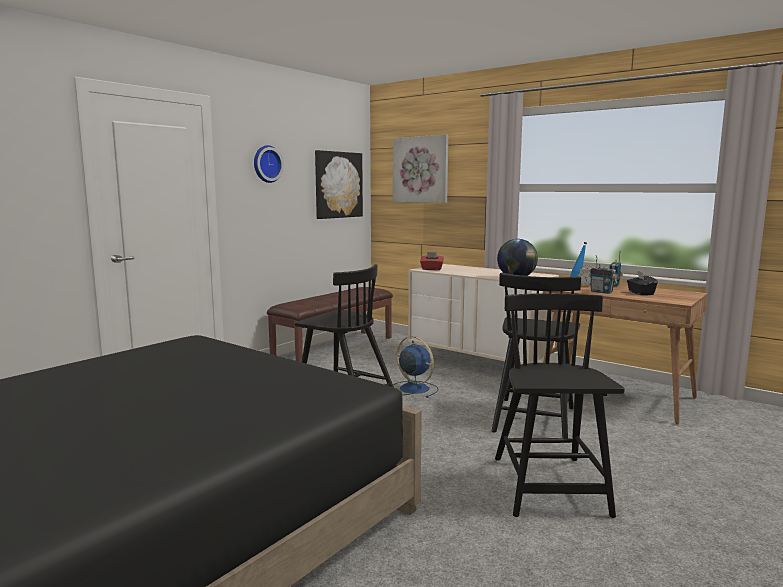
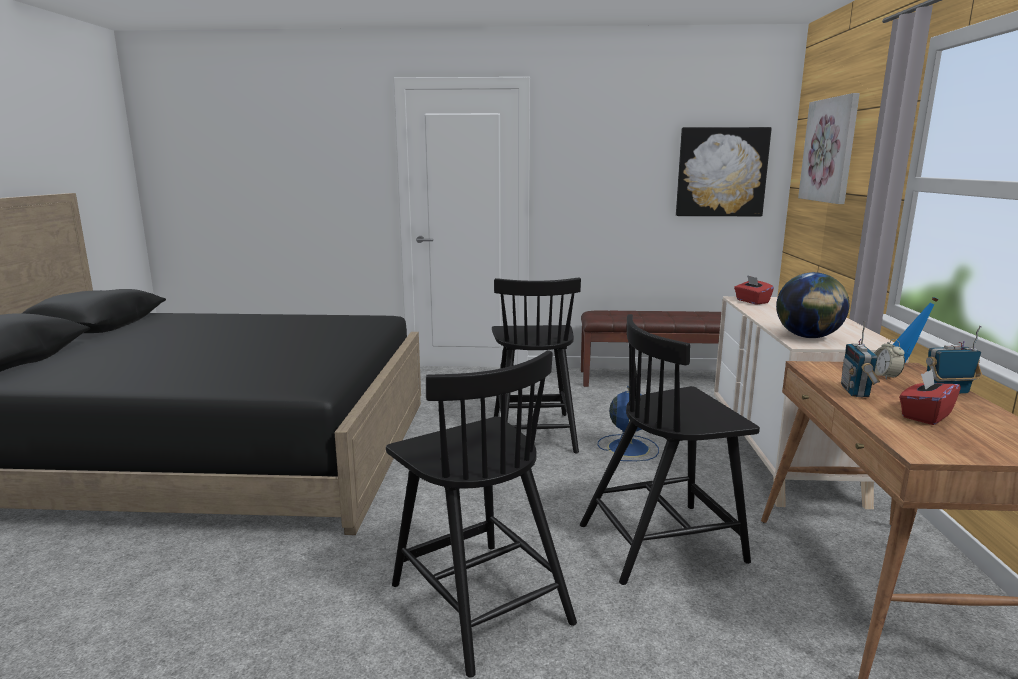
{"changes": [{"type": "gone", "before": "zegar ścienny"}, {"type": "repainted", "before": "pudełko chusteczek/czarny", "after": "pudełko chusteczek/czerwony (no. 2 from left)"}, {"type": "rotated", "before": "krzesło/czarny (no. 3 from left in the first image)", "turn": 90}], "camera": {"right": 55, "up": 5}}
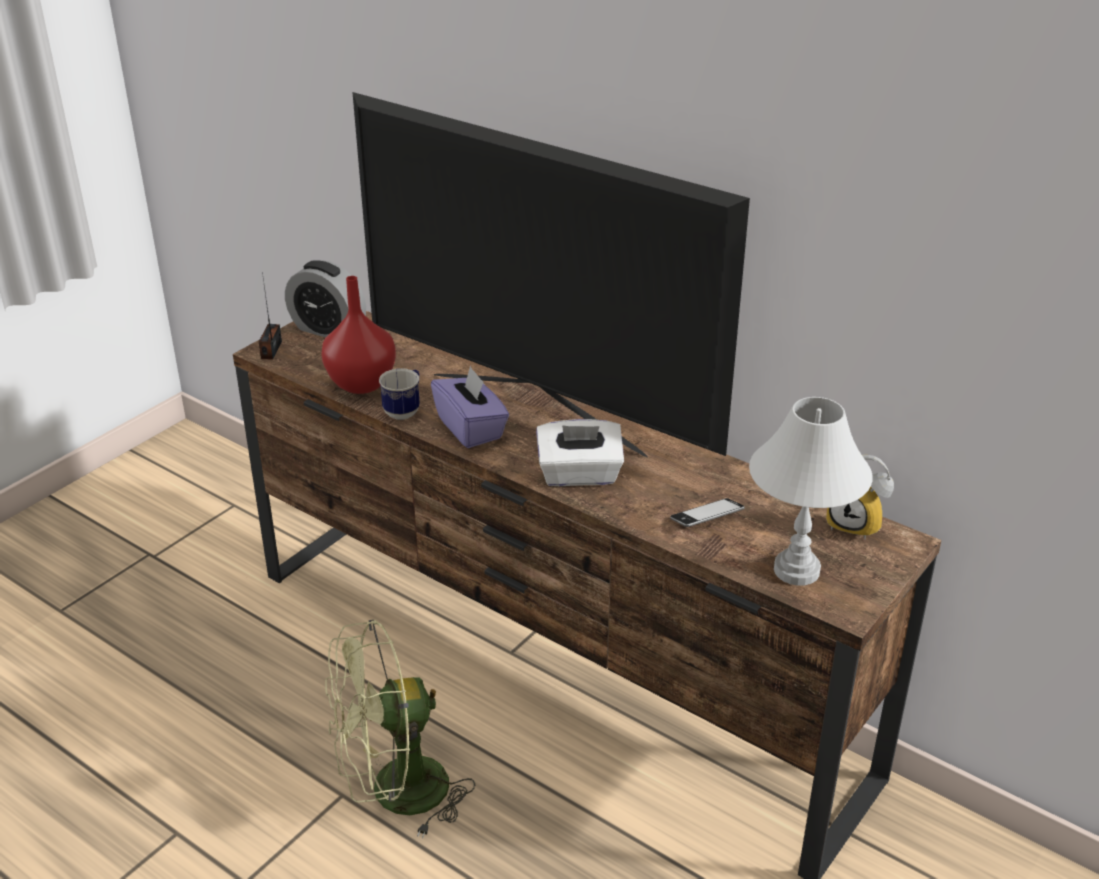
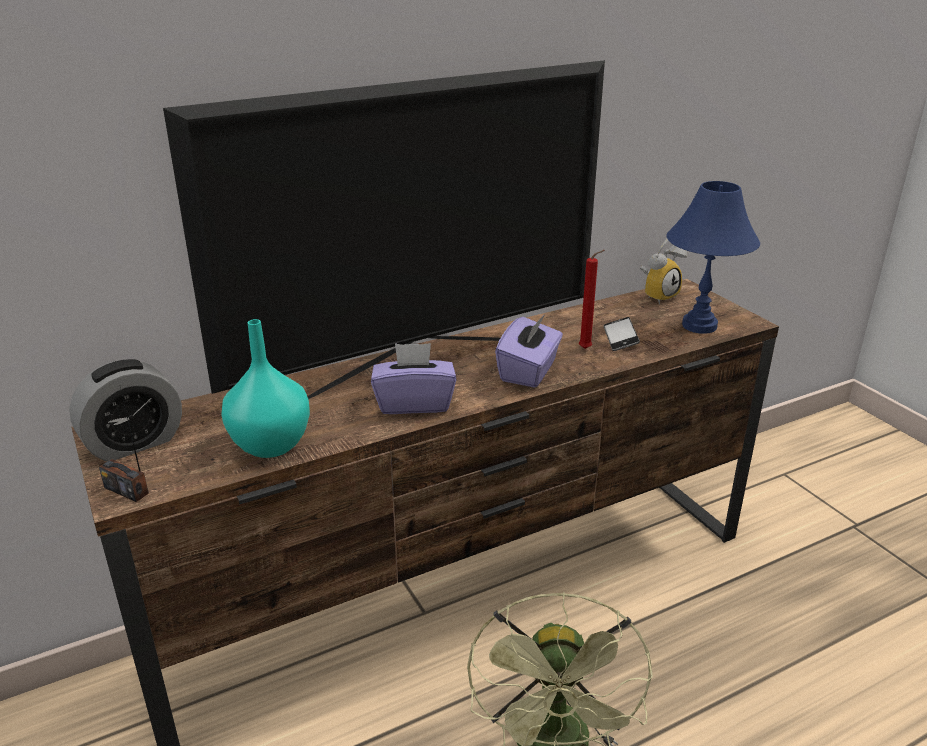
{"changes": [{"type": "repainted", "before": "wazon/czerwony", "after": "wazon/turkusowy"}, {"type": "gone", "before": "kubek"}, {"type": "repainted", "before": "lampa stołowa/biały", "after": "lampa stołowa/niebieski"}, {"type": "repainted", "before": "pudełko chusteczek/biały", "after": "pudełko chusteczek/fioletowy (no. 2 from left)"}, {"type": "new", "after": "świeca/czerwony"}], "camera": {"right": -65, "up": -5}}
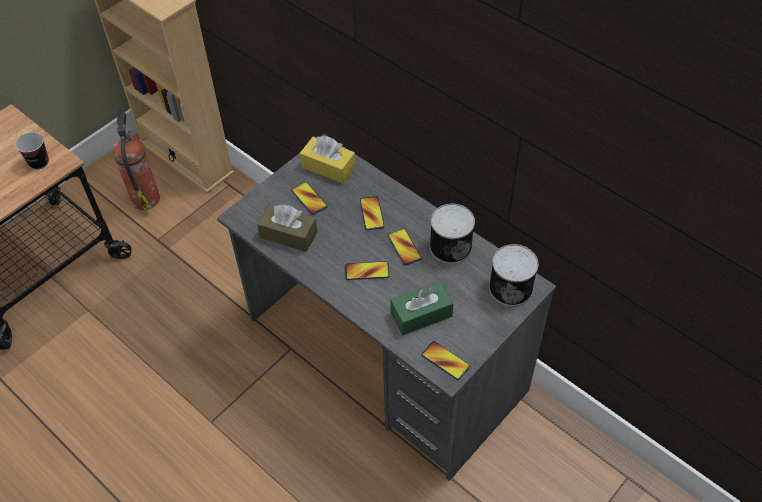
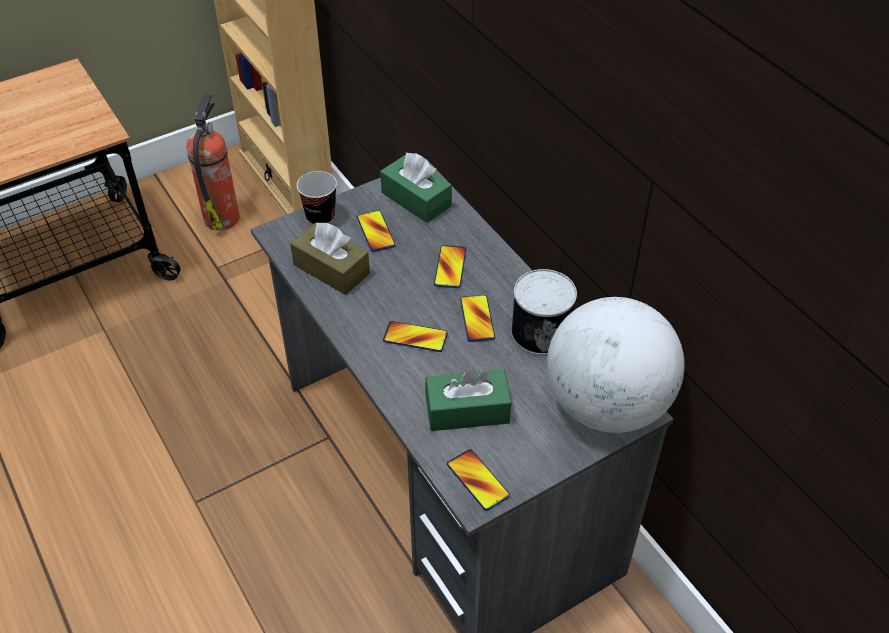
{"changes": [{"type": "shifted", "before": "filiżanka"}, {"type": "repainted", "before": "pudełko chusteczek/żółty", "after": "pudełko chusteczek/zielony (no. 1 from left)"}, {"type": "swapped", "before": "puszka (no. 2 from left)", "after": "globus"}], "camera": {"right": 15, "up": -5}}
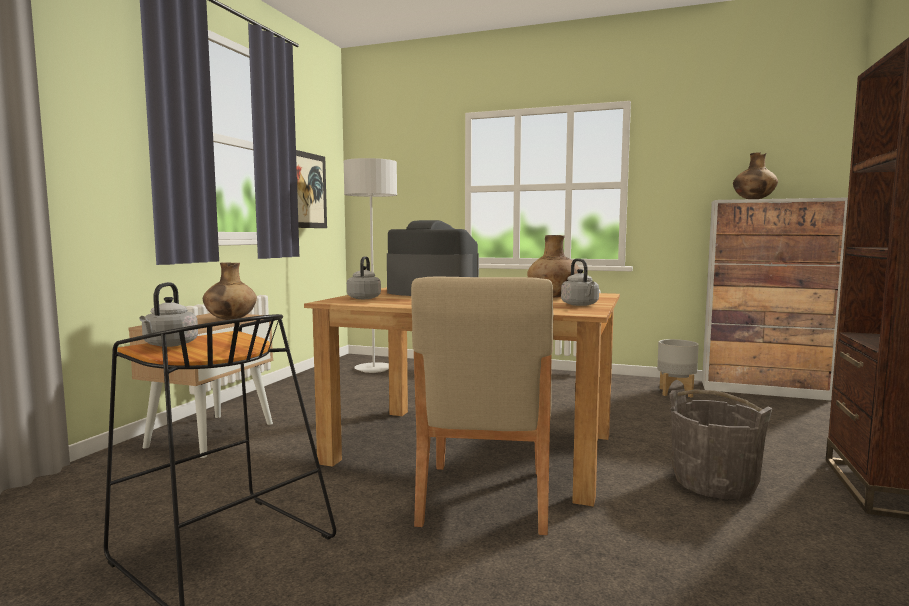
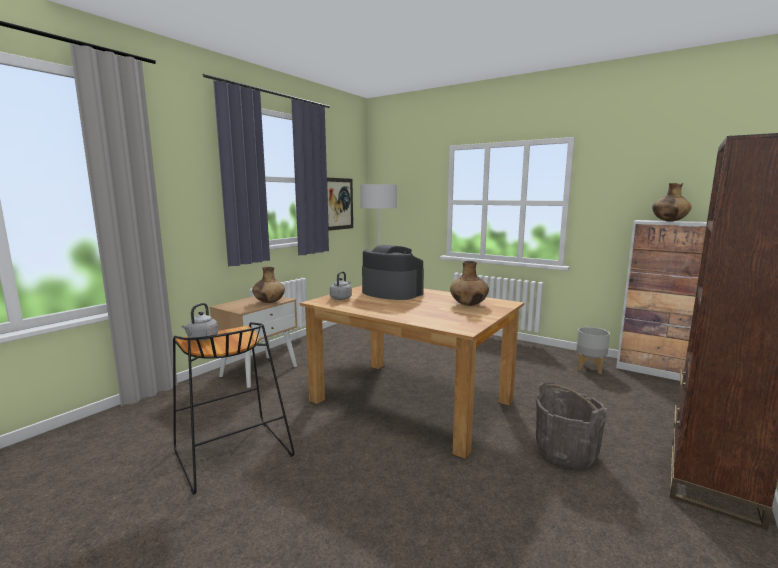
{"changes": [{"type": "gone", "before": "czajnik/szary (no. 3 from left)"}, {"type": "gone", "before": "krzesło/beżowy"}], "camera": {"right": 15, "up": 5}}
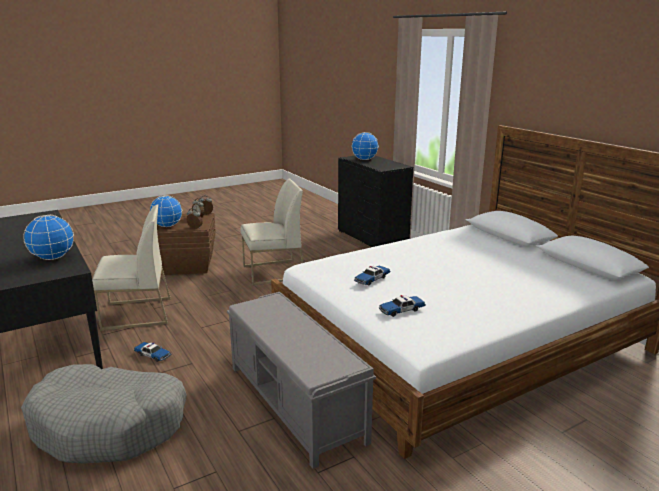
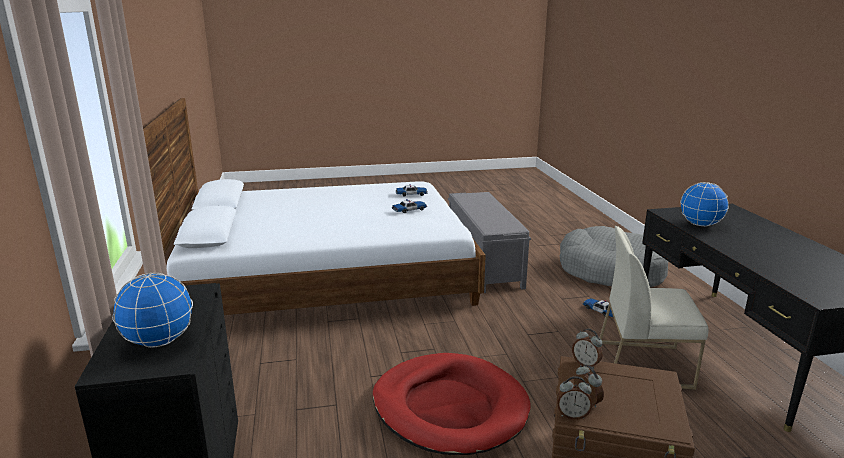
{"changes": [{"type": "swapped", "before": "krzesło/biały (no. 2 from left)", "after": "legowisko/czerwony"}, {"type": "gone", "before": "globus (no. 2 from left)"}], "camera": {"right": -160, "up": 0}}
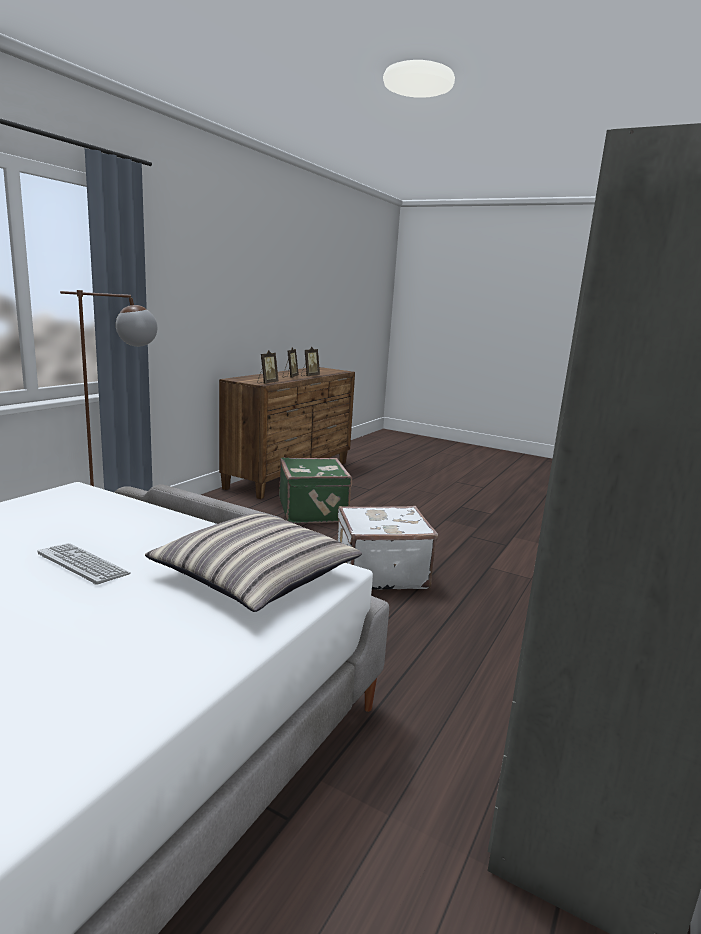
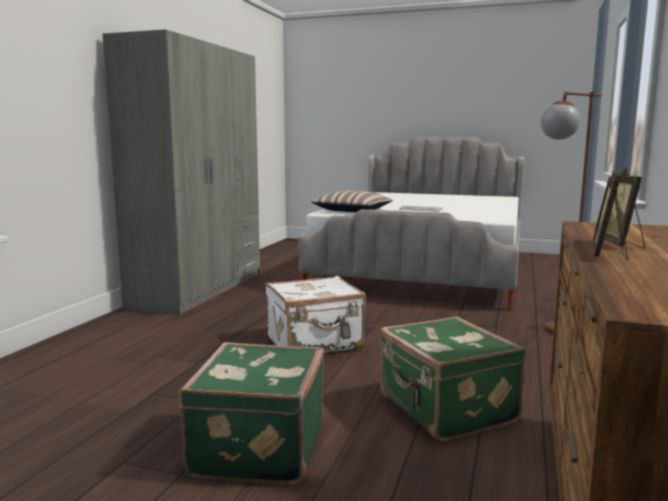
{"changes": [{"type": "gone", "before": "ramka na zdjęcie (no. 1 from left)"}, {"type": "new", "after": "walizka/zielony (no. 1 from left)"}], "camera": {"right": 170, "up": -5}}
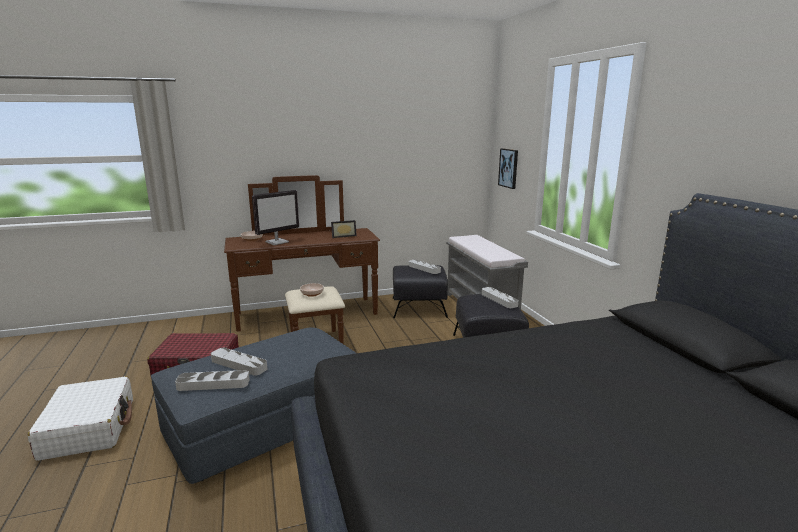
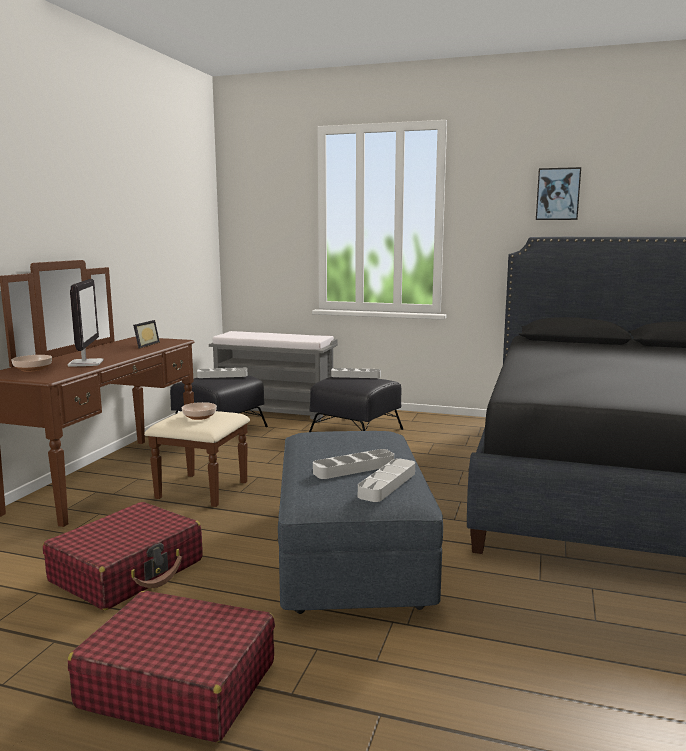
{"changes": [{"type": "shifted", "before": "obraz"}, {"type": "repainted", "before": "walizka/biały", "after": "walizka/czerwony (no. 2 from left)"}], "camera": {"right": -55, "up": -5}}
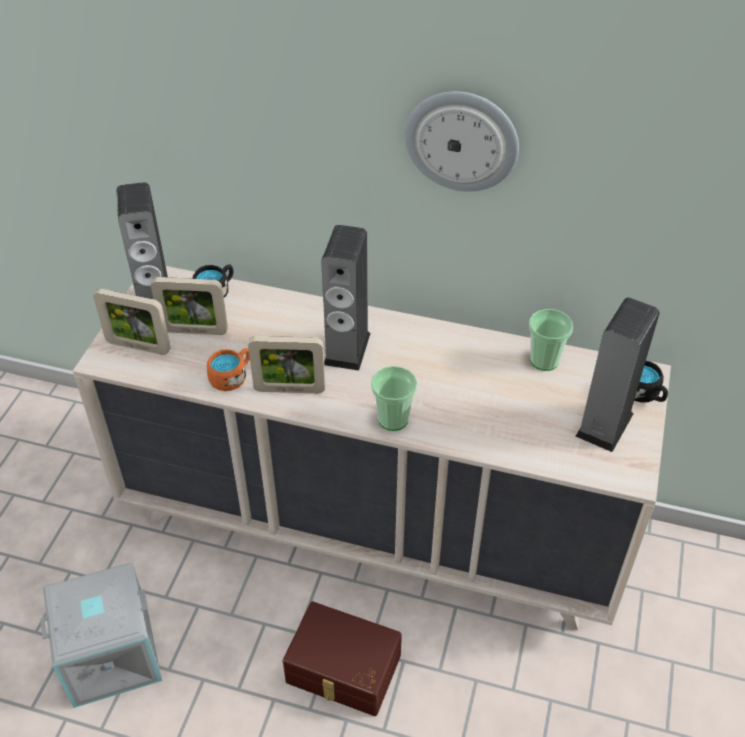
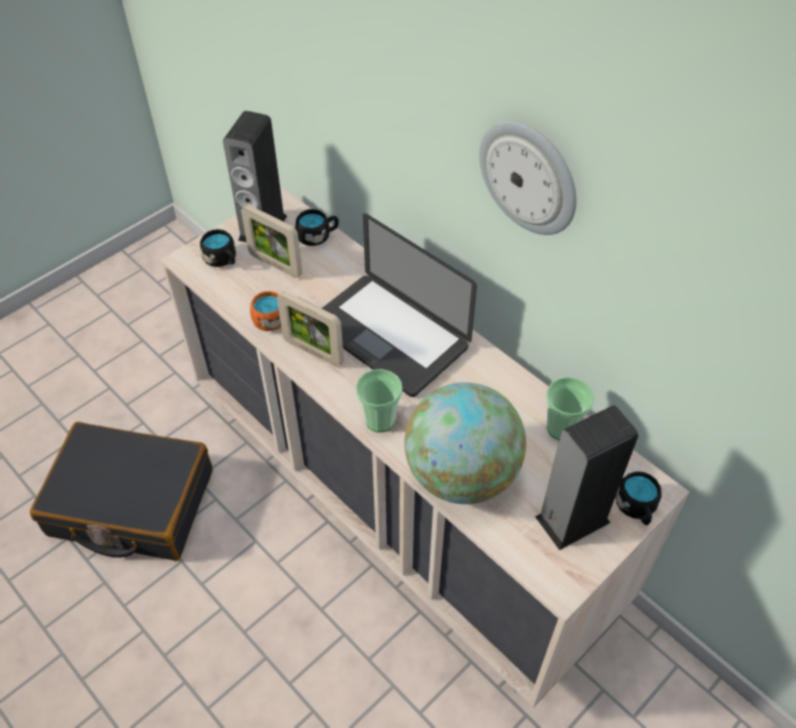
{"changes": [{"type": "swapped", "before": "głośnik (no. 2 from left)", "after": "laptop"}, {"type": "swapped", "before": "ramka na zdjęcie (no. 1 from left)", "after": "kubek/czarny (no. 1 from left)"}, {"type": "swapped", "before": "pojemnik do przechowywania/szary", "after": "walizka/czarny"}, {"type": "gone", "before": "pojemnik do przechowywania/brązowy"}, {"type": "new", "after": "globus"}], "camera": {"right": 30, "up": 5}}
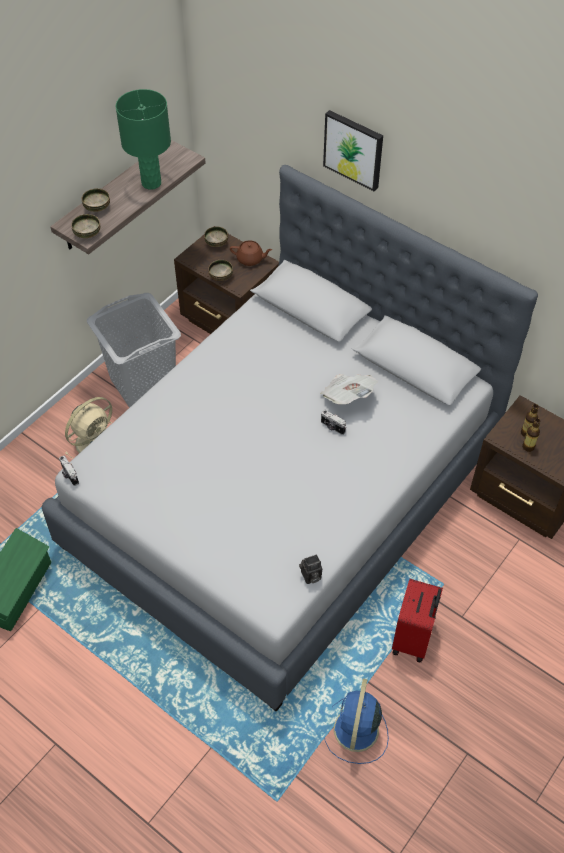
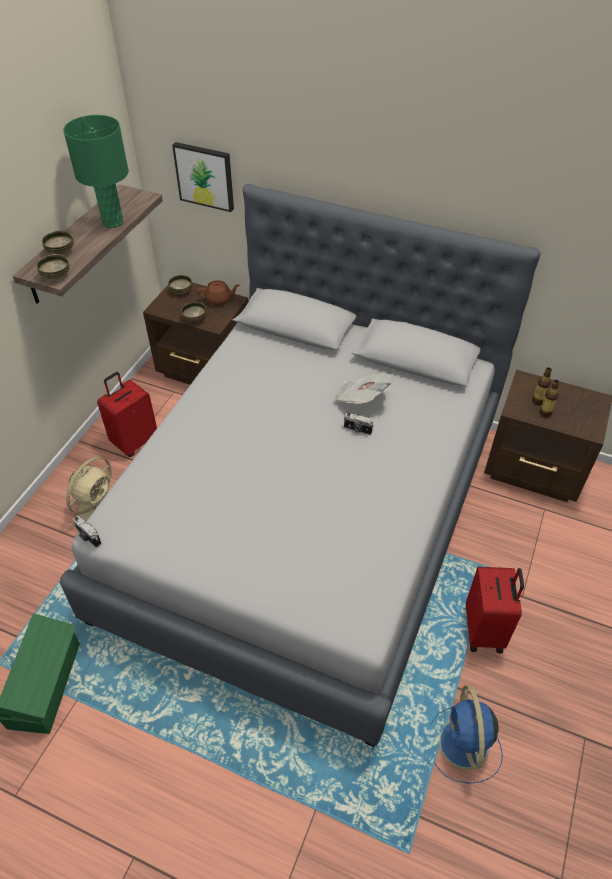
{"changes": [{"type": "shifted", "before": "obraz"}, {"type": "swapped", "before": "kosz na pranie/szary", "after": "walizka/czerwony (no. 1 from left)"}, {"type": "gone", "before": "aparat fotograficzny (no. 2 from left)"}], "camera": {"right": -15, "up": -5}}
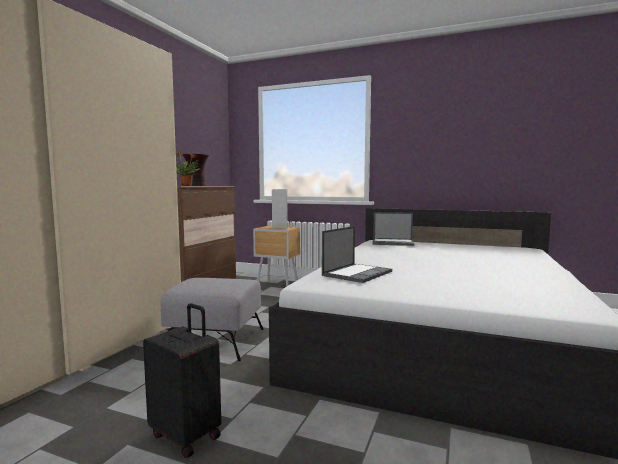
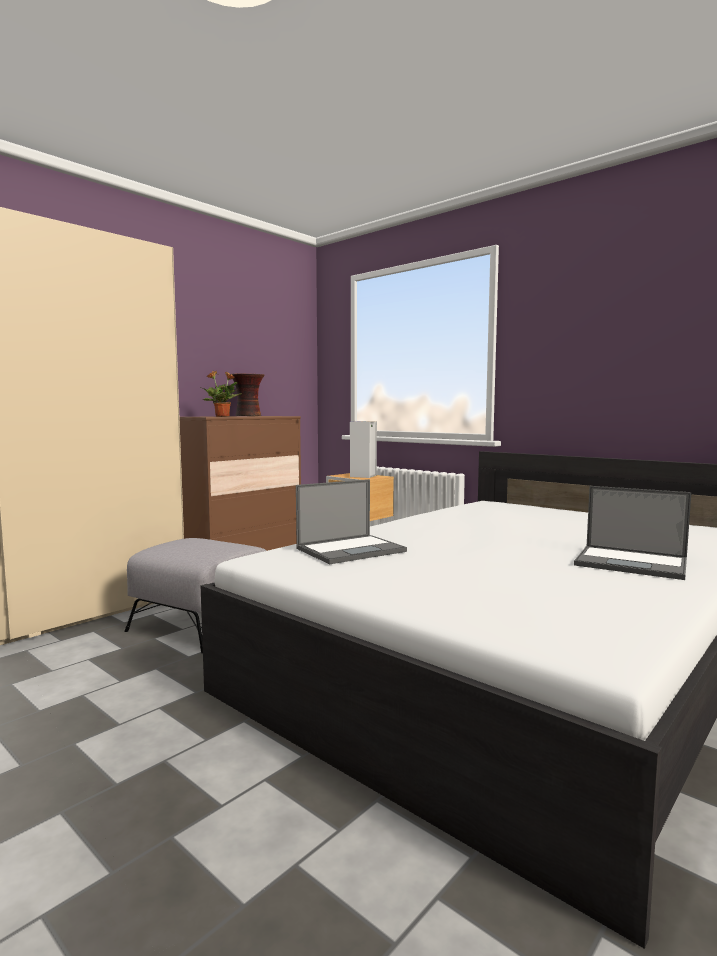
{"changes": [{"type": "shifted", "before": "laptop (no. 2 from left)"}, {"type": "gone", "before": "walizka/czarny"}], "camera": {"right": 20, "up": 0}}
